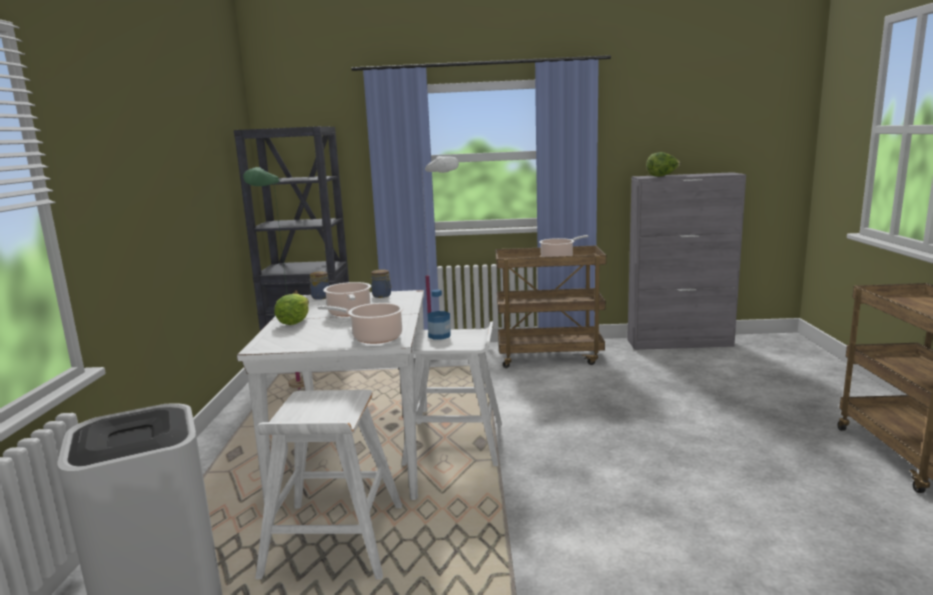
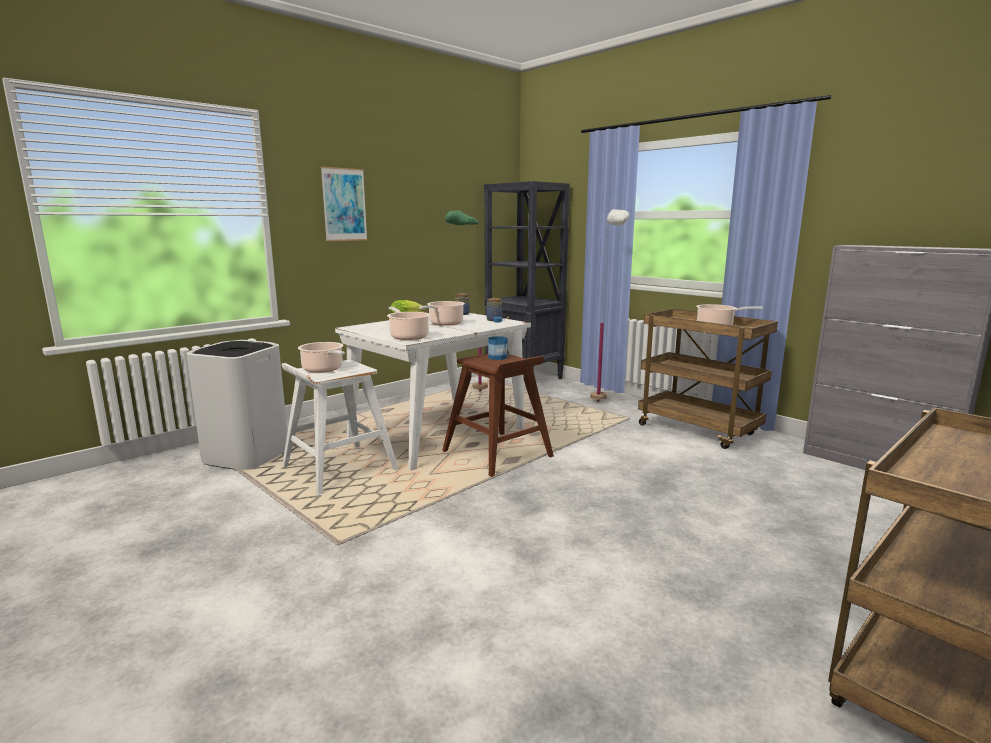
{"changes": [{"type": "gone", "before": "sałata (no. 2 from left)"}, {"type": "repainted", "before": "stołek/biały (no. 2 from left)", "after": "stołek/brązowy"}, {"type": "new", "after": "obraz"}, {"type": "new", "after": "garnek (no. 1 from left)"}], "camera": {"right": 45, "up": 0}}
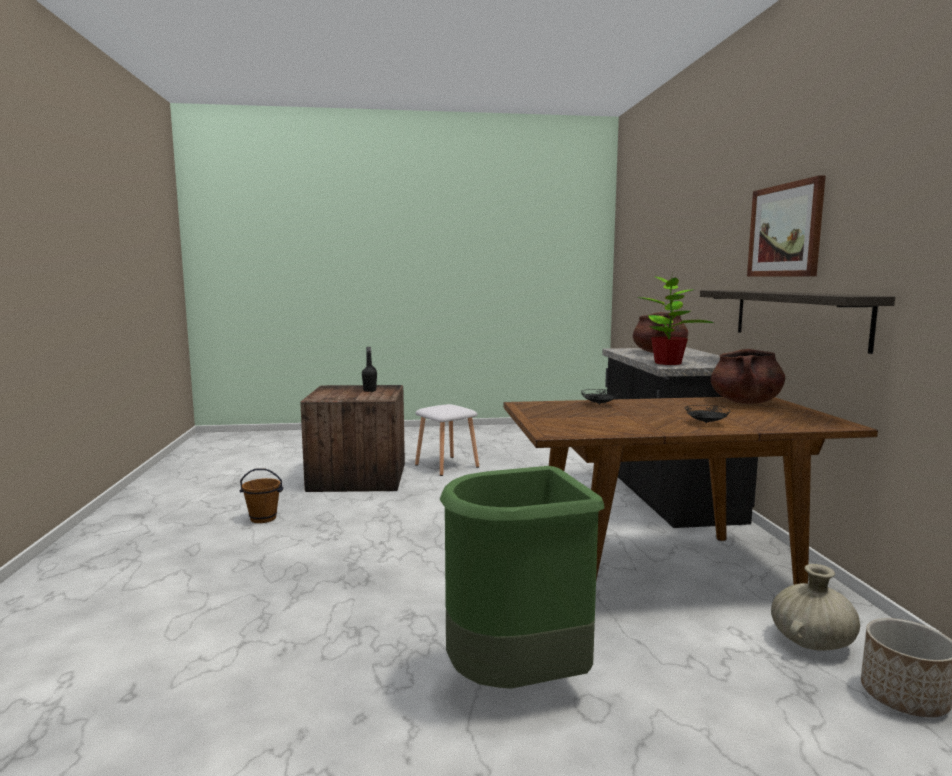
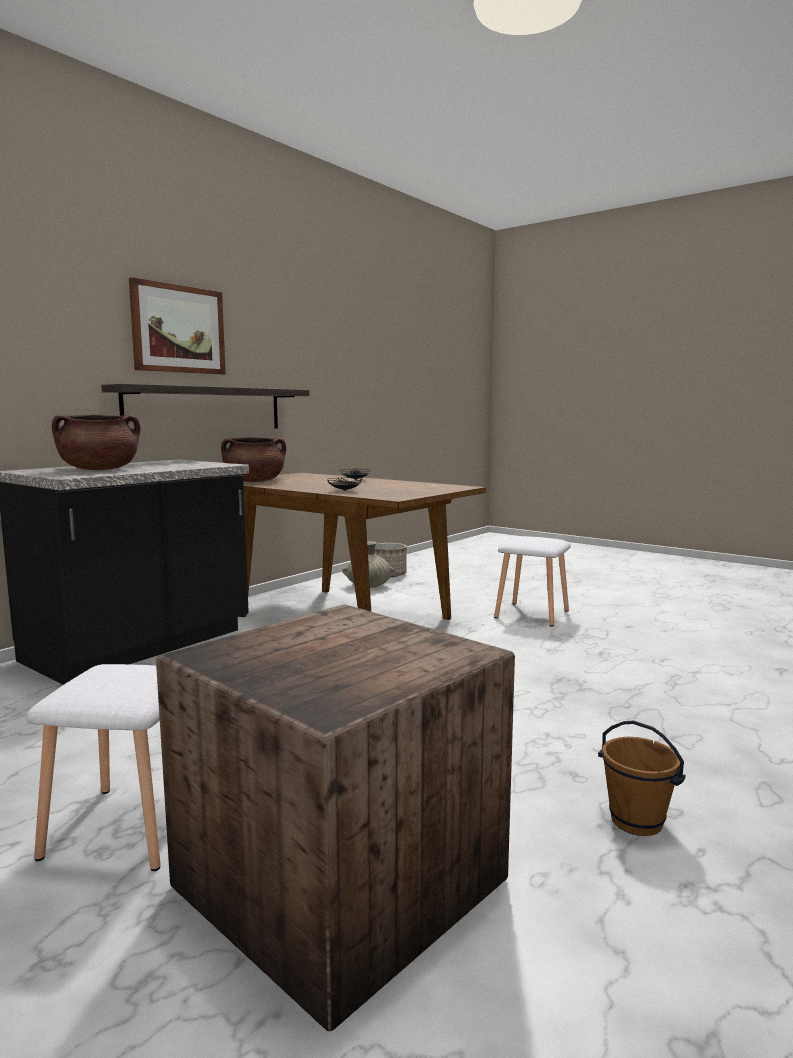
{"changes": [{"type": "gone", "before": "roślina doniczkowa"}, {"type": "gone", "before": "butelka/czarny"}, {"type": "swapped", "before": "kosz na śmieci/zielony", "after": "stołek/biały (no. 2 from left)"}], "camera": {"right": -135, "up": 0}}
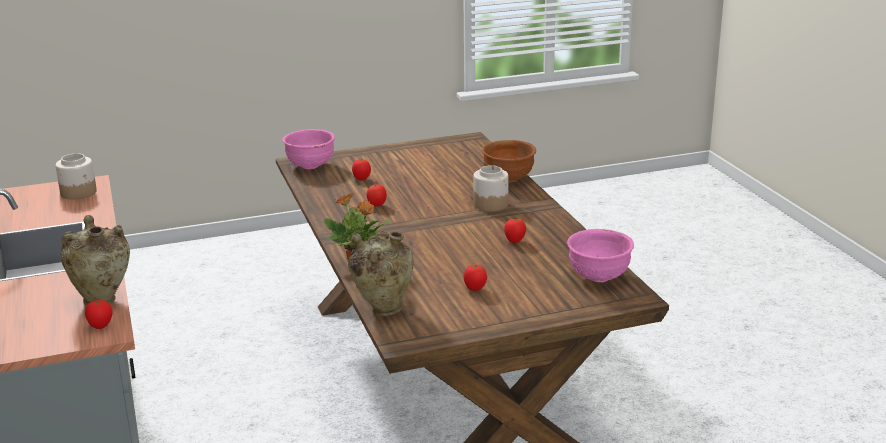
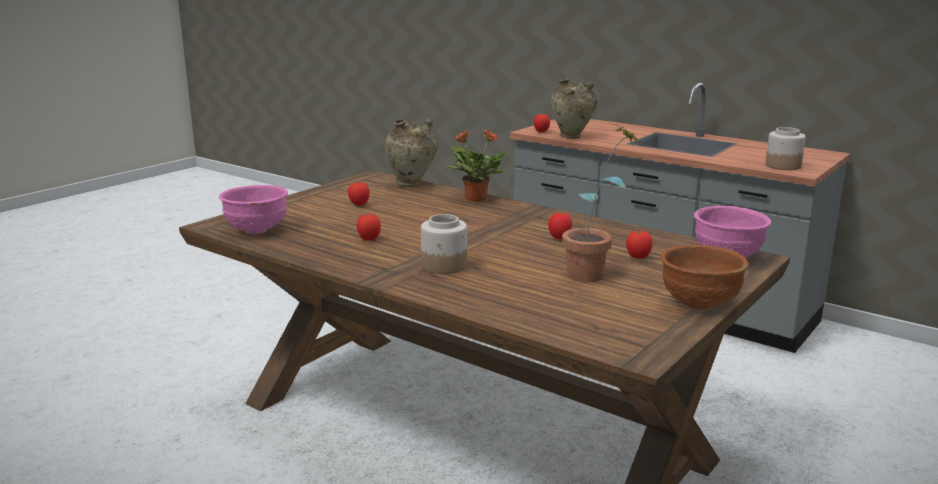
{"changes": [{"type": "shifted", "before": "miska/brązowy"}, {"type": "new", "after": "roślina doniczkowa (no. 2 from left)"}], "camera": {"right": 145, "up": -5}}
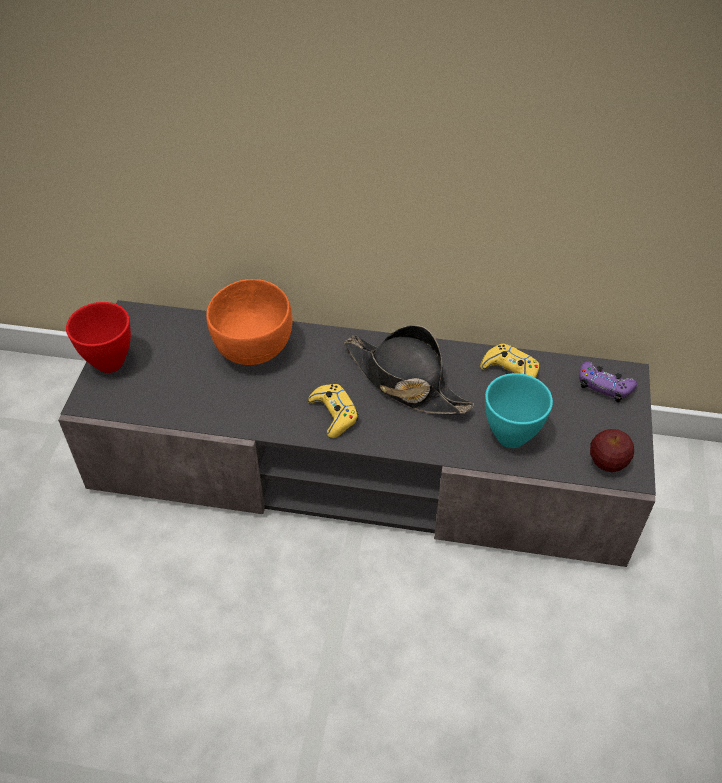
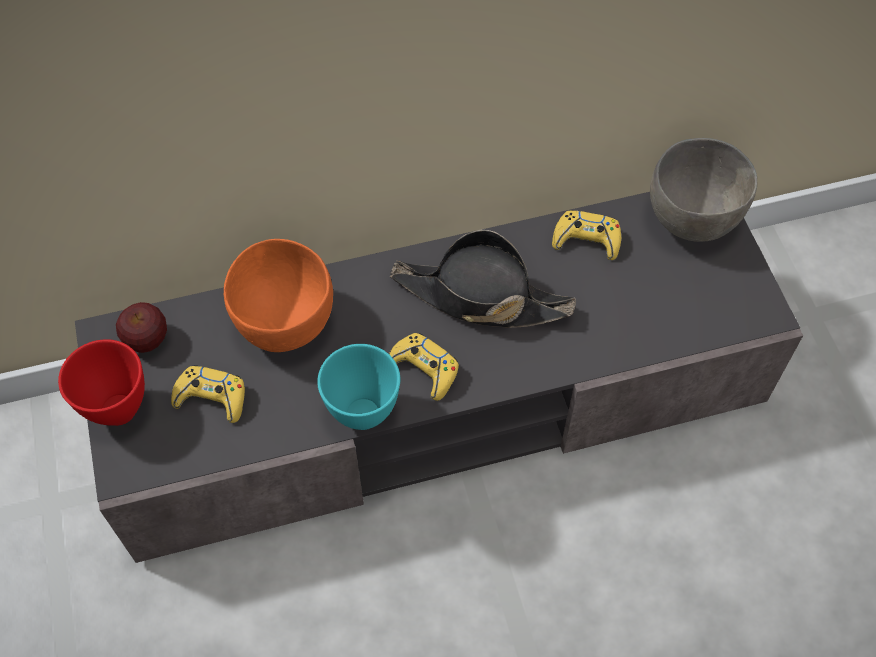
{"changes": [{"type": "swapped", "before": "pad do gier/fioletowy", "after": "miska/szary"}, {"type": "shifted", "before": "miska/turkusowy"}, {"type": "shifted", "before": "jabłko"}, {"type": "new", "after": "pad do gier/żółty (no. 1 from left)"}], "camera": {"right": -25, "up": 10}}
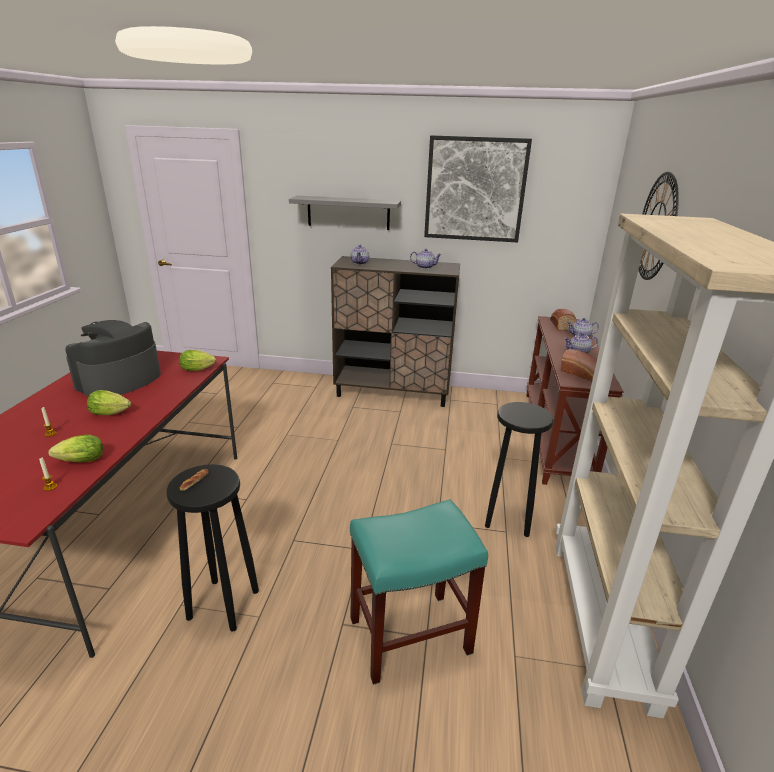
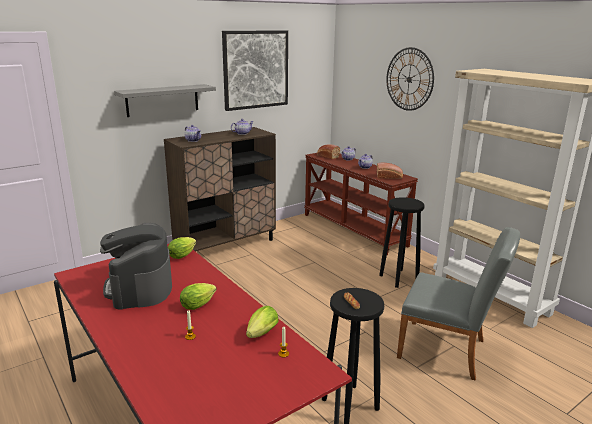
{"changes": [{"type": "swapped", "before": "stołek/turkusowy", "after": "krzesło/szary"}], "camera": {"right": -45, "up": -5}}
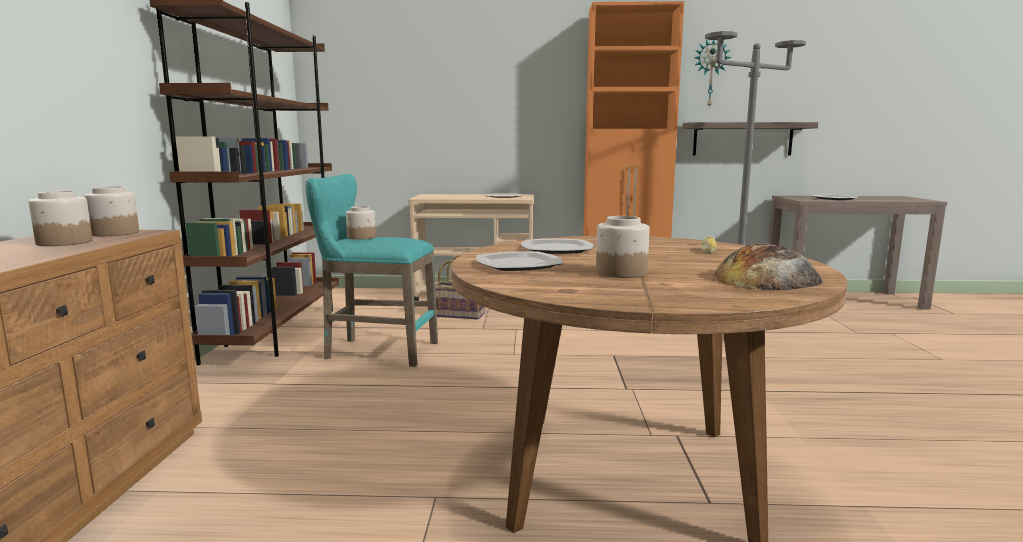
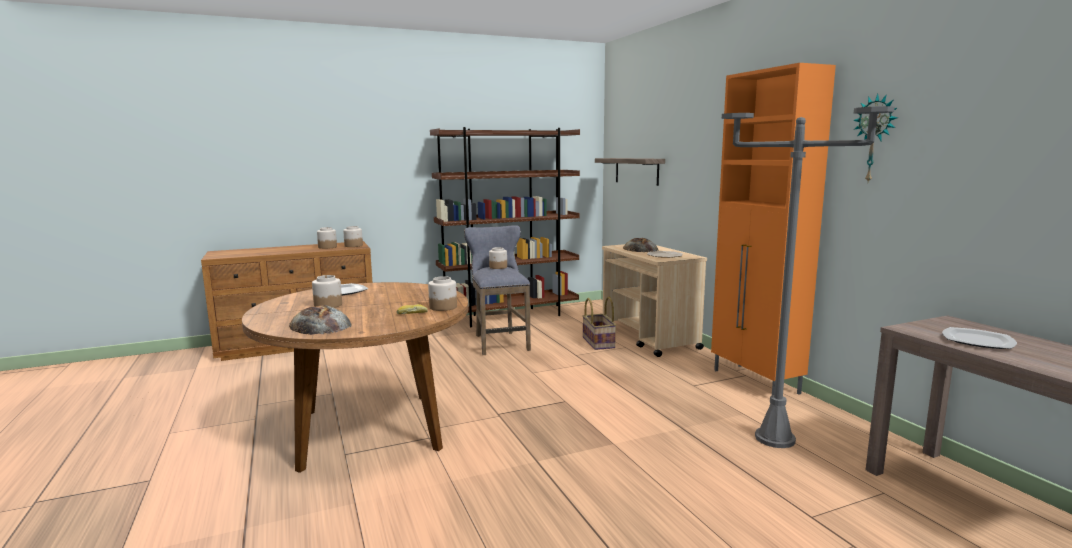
{"changes": [{"type": "shifted", "before": "półka"}, {"type": "repainted", "before": "stołek/turkusowy", "after": "stołek/szary"}, {"type": "gone", "before": "talerz (no. 3 from left)"}, {"type": "new", "after": "chleb (no. 3 from left)"}, {"type": "new", "after": "słoik (no. 4 from left)"}], "camera": {"right": 65, "up": 0}}
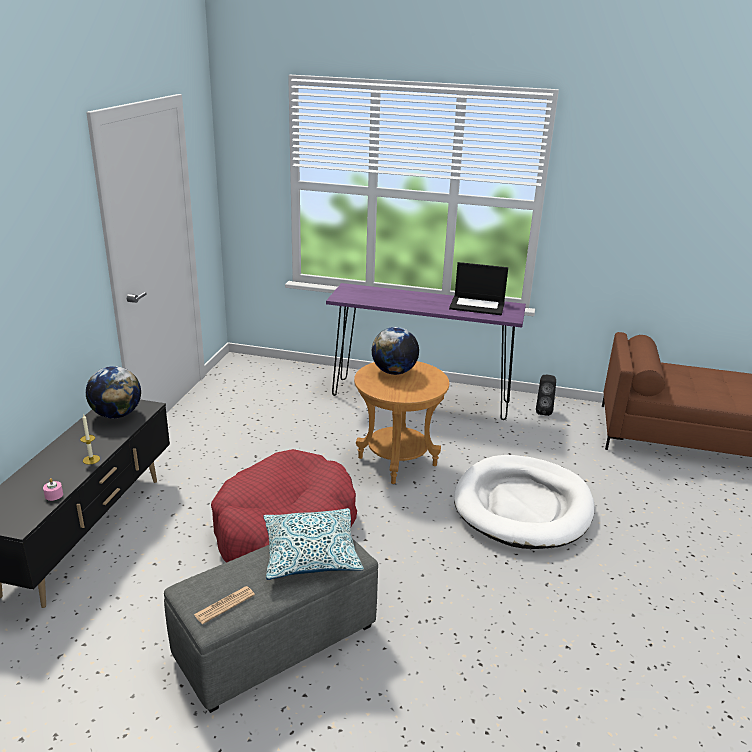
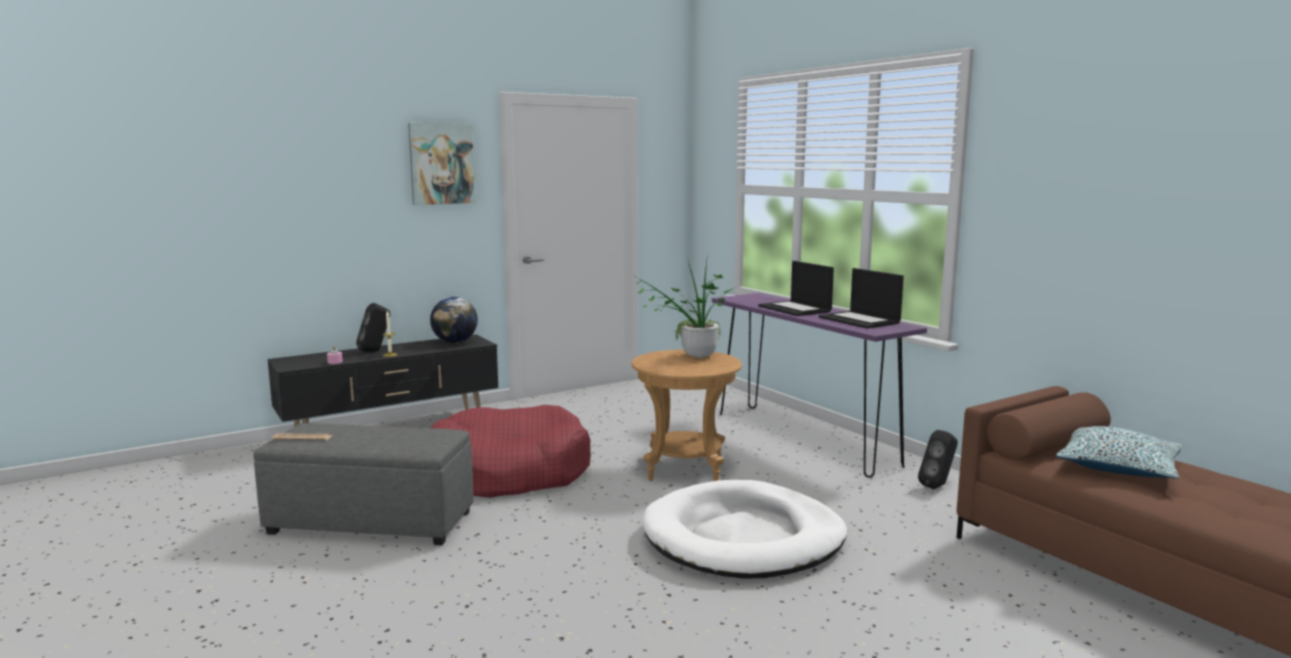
{"changes": [{"type": "swapped", "before": "globus (no. 2 from left)", "after": "roślina doniczkowa"}, {"type": "shifted", "before": "poduszka"}, {"type": "new", "after": "obraz"}, {"type": "new", "after": "laptop (no. 1 from left)"}, {"type": "new", "after": "głośnik/czarny (no. 1 from left)"}], "camera": {"right": 45, "up": -15}}
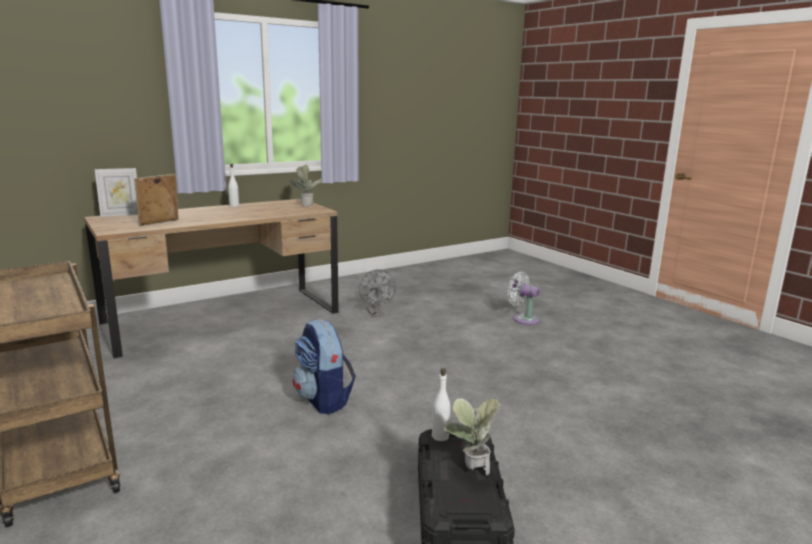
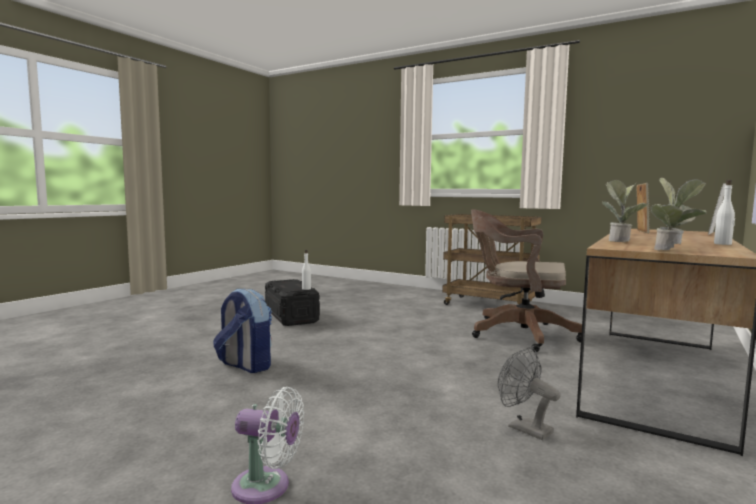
{"changes": [{"type": "shifted", "before": "plecak"}, {"type": "shifted", "before": "roślina doniczkowa (no. 2 from left in the first image)", "after": "roślina doniczkowa (no. 1 from left)"}, {"type": "new", "after": "krzesło biurowe/brązowy"}], "camera": {"right": 155, "up": -10}}
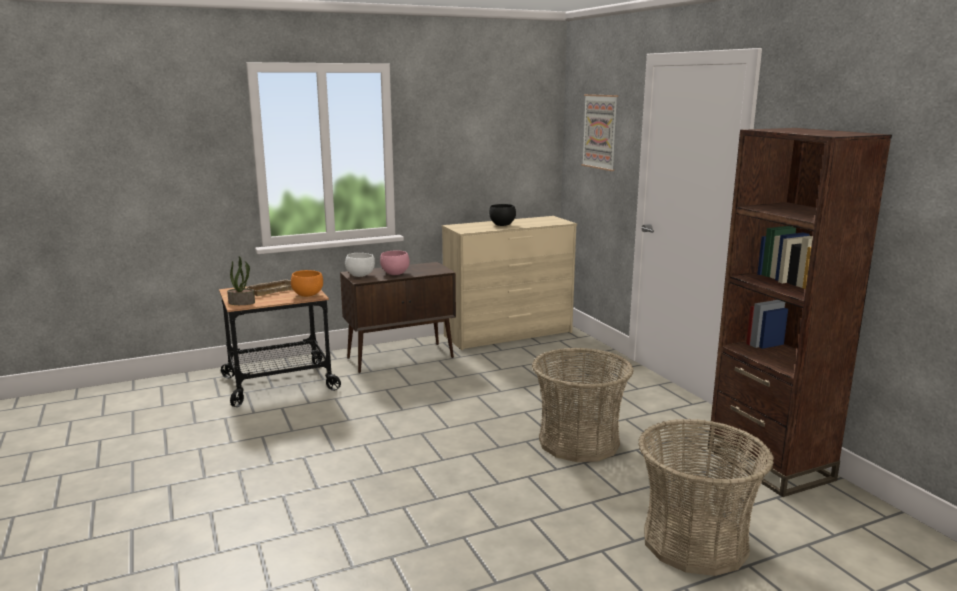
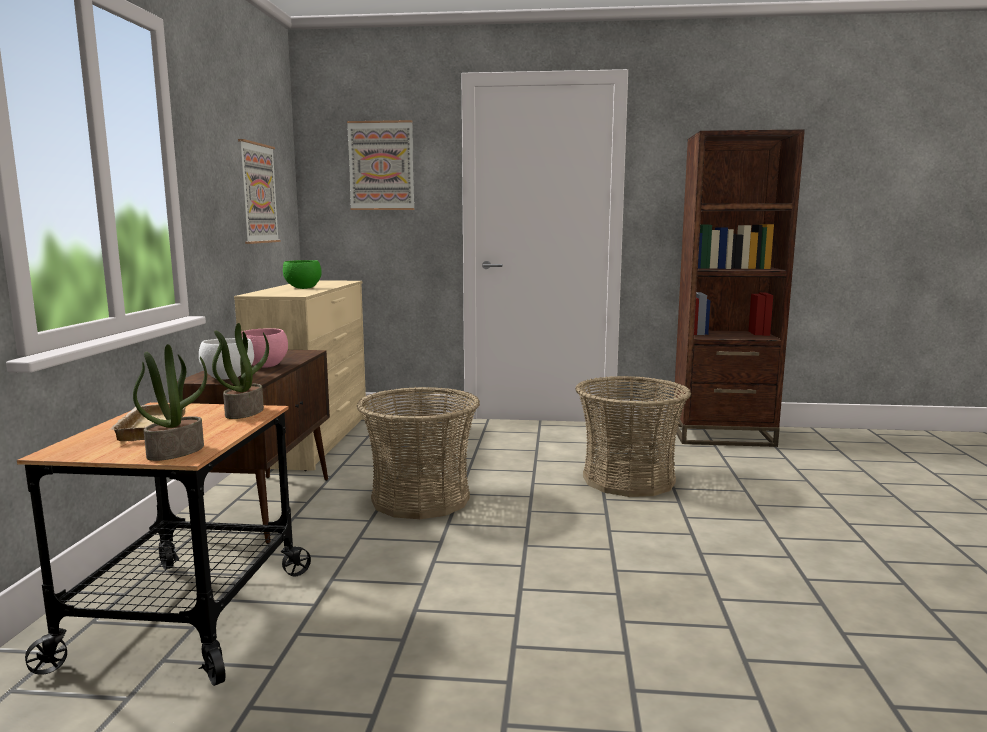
{"changes": [{"type": "repainted", "before": "miska/czarny", "after": "miska/zielony"}, {"type": "swapped", "before": "miska/pomarańczowy", "after": "roślina doniczkowa (no. 2 from left)"}, {"type": "shifted", "before": "koszyk (no. 2 from left in the first image)", "after": "koszyk (no. 1 from left)"}, {"type": "new", "after": "obraz (no. 1 from left)"}], "camera": {"right": -60, "up": -5}}
